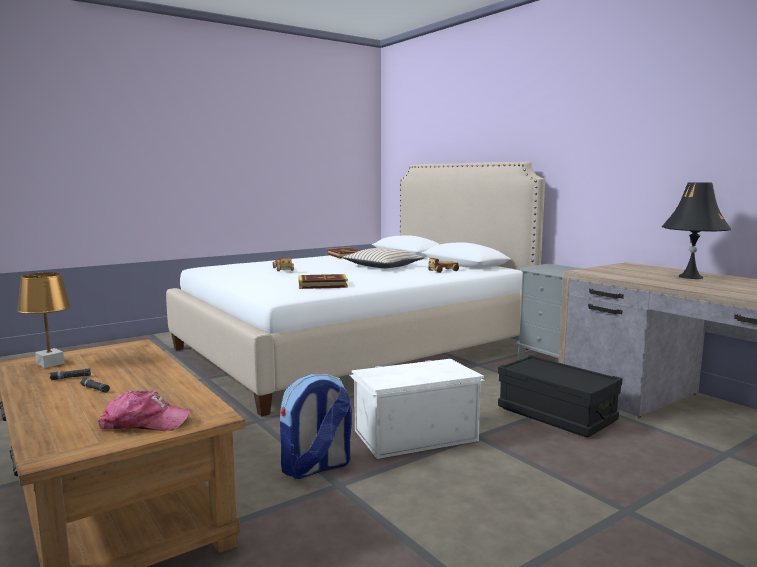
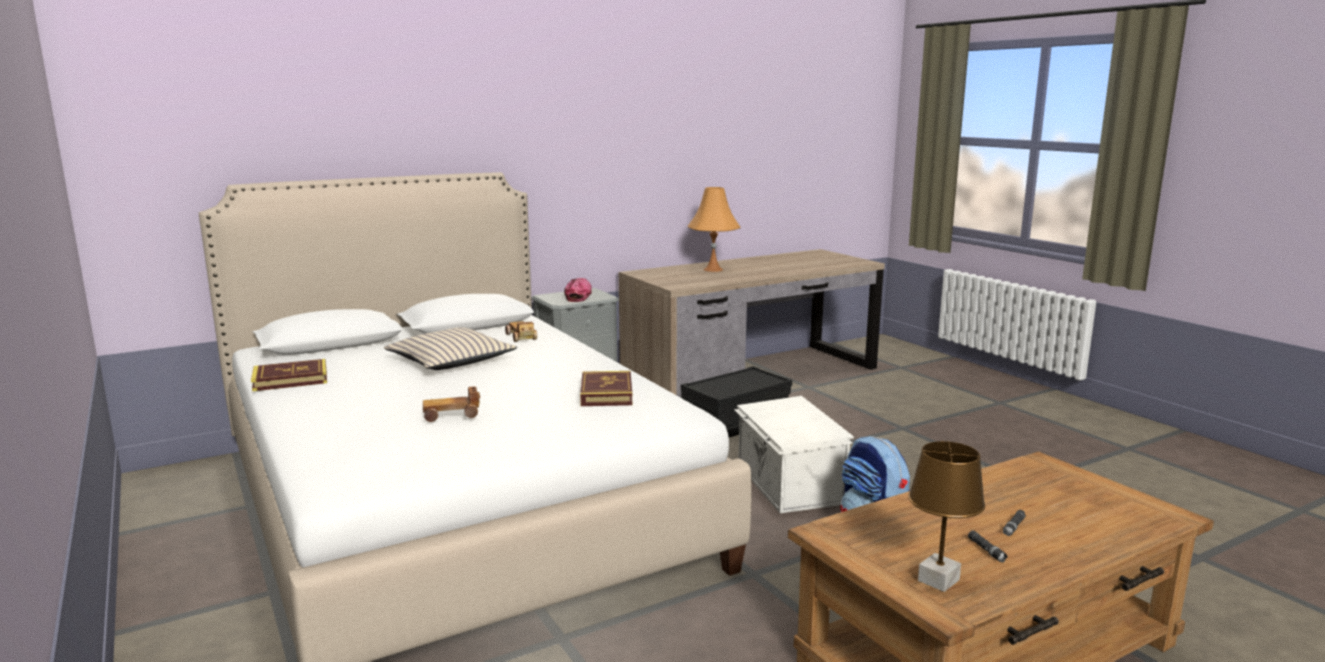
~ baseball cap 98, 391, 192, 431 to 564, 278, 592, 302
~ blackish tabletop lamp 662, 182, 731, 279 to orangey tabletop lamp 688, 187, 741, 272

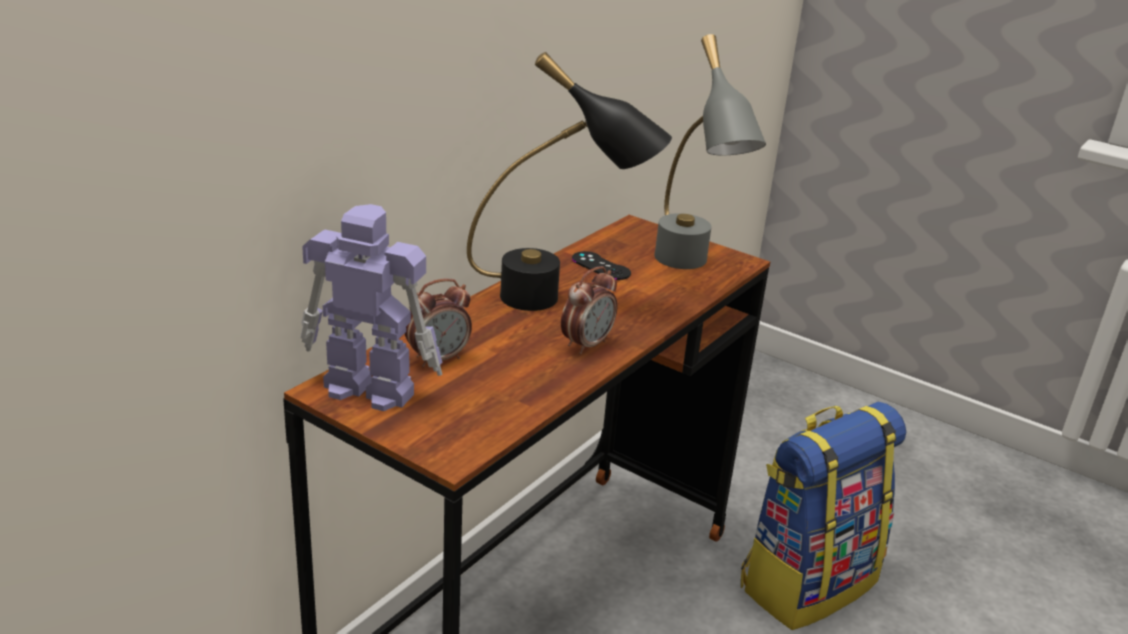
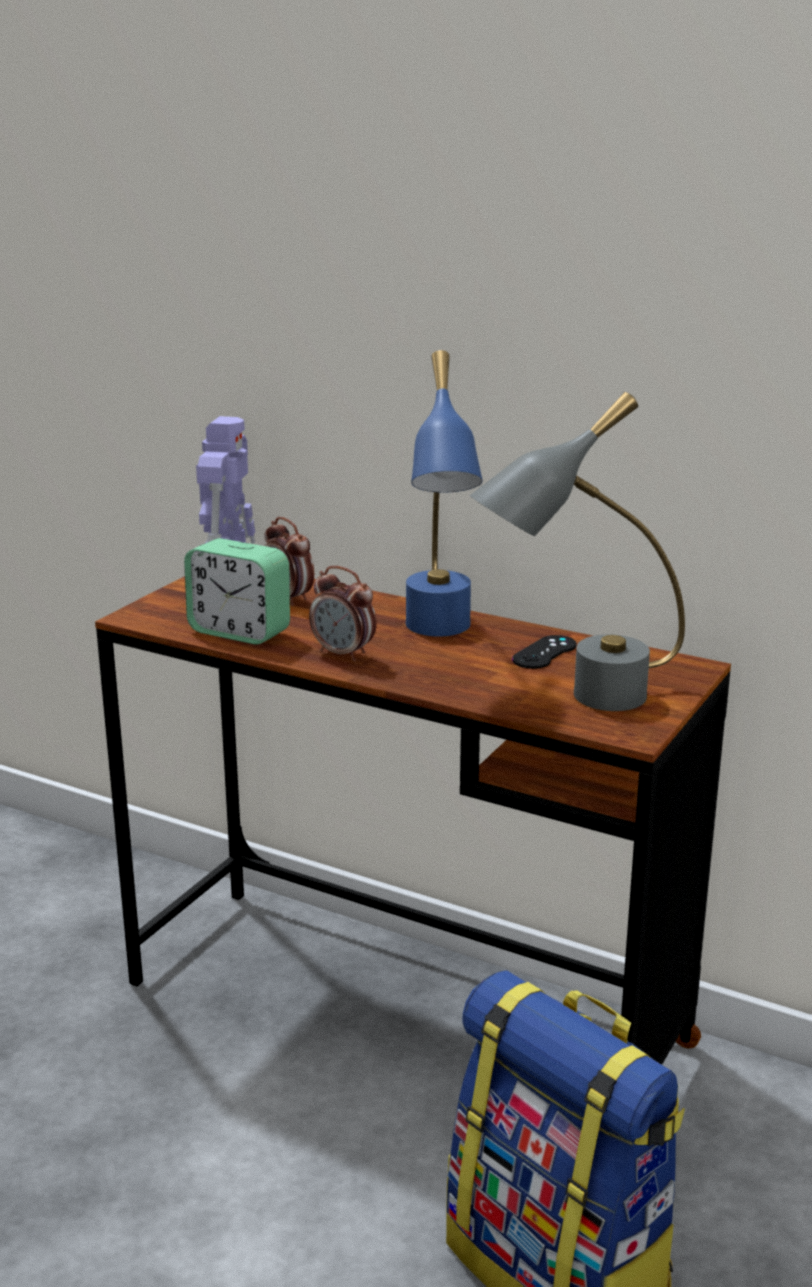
~ blackish tabletop lamp 467, 52, 672, 311 to bluish tabletop lamp 406, 350, 483, 637
+ alarm clock 184, 538, 290, 645

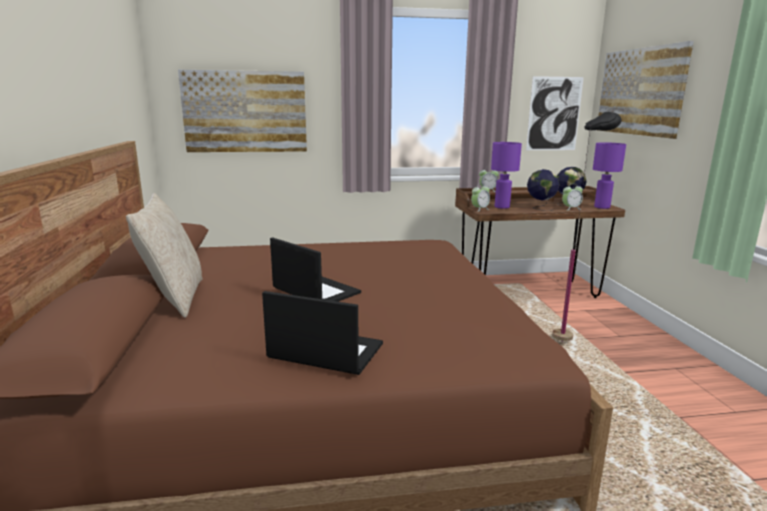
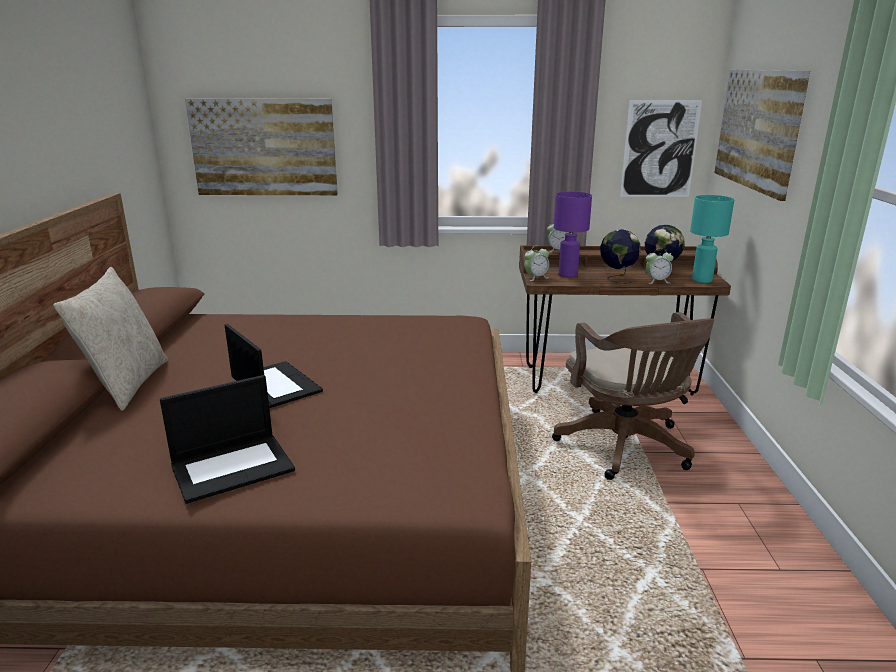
~ laptop 262, 291, 383, 375 = 160, 375, 295, 504 120 degrees clockwise
~ blackish floor lamp 552, 112, 622, 342 to brownish computer chair 552, 312, 714, 480
~ purple-coloured tabletop lamp 593, 142, 626, 209 to turquoise-coloured tabletop lamp 690, 195, 735, 283

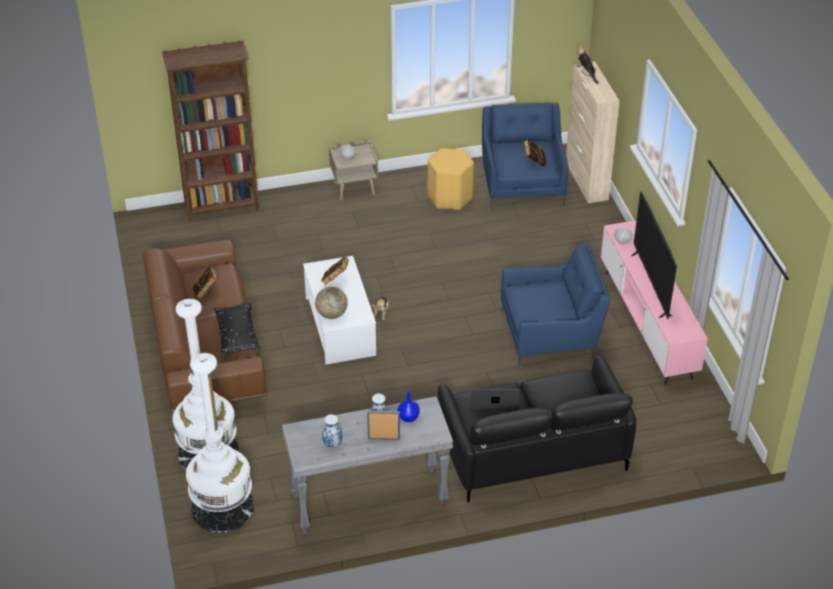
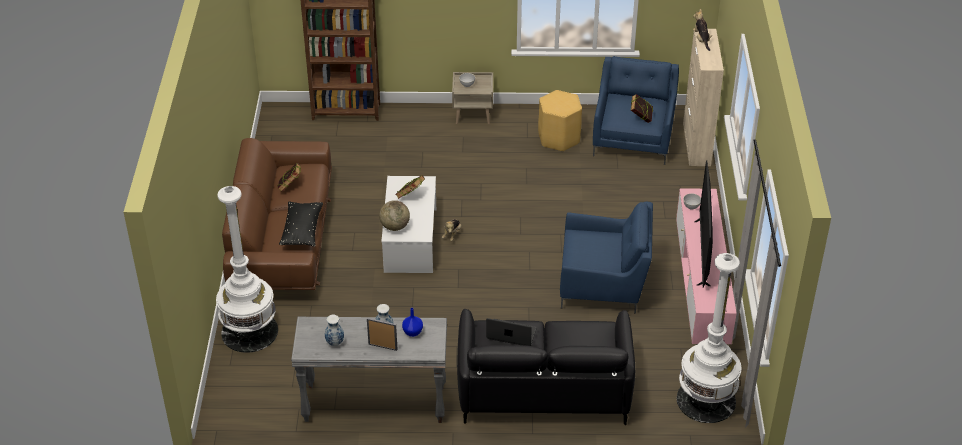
~ white floor lamp 186, 353, 254, 533 to 677, 253, 742, 423

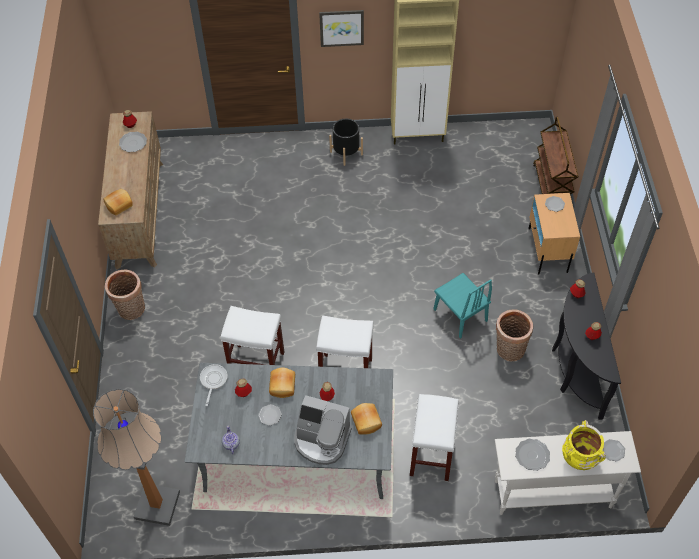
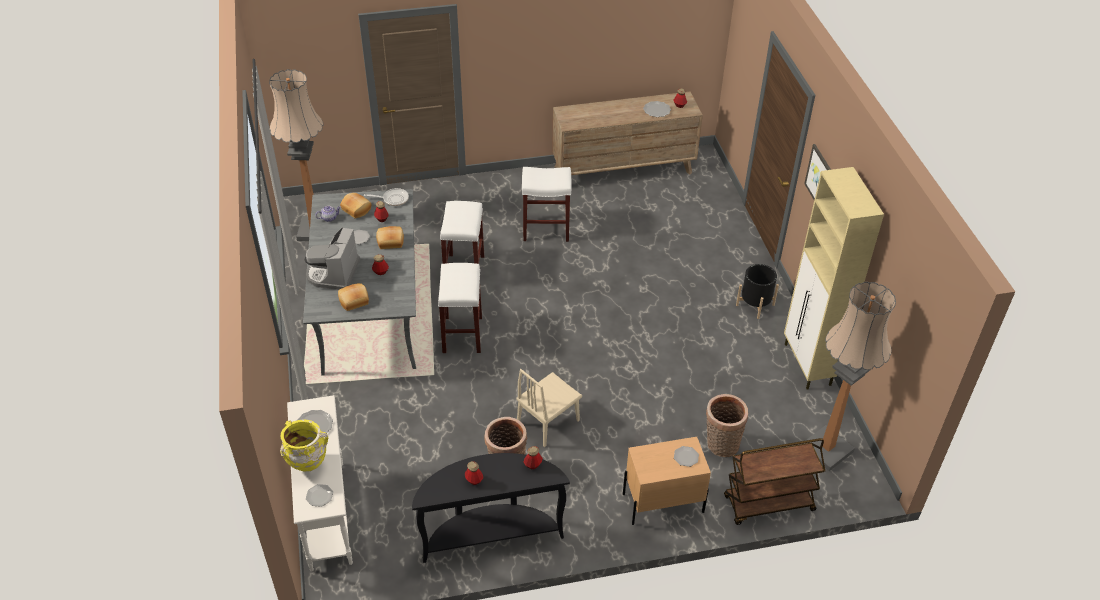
~ bread 103, 189, 133, 215 to 340, 193, 371, 218
~ basket 105, 269, 145, 320 to 706, 394, 748, 457
~ white stool seat 410, 394, 459, 481 to 522, 167, 571, 242
~ turquoise-coloured chair 433, 273, 492, 339 to sand-coloured chair 516, 369, 582, 447
+ floor lamp 804, 282, 896, 471

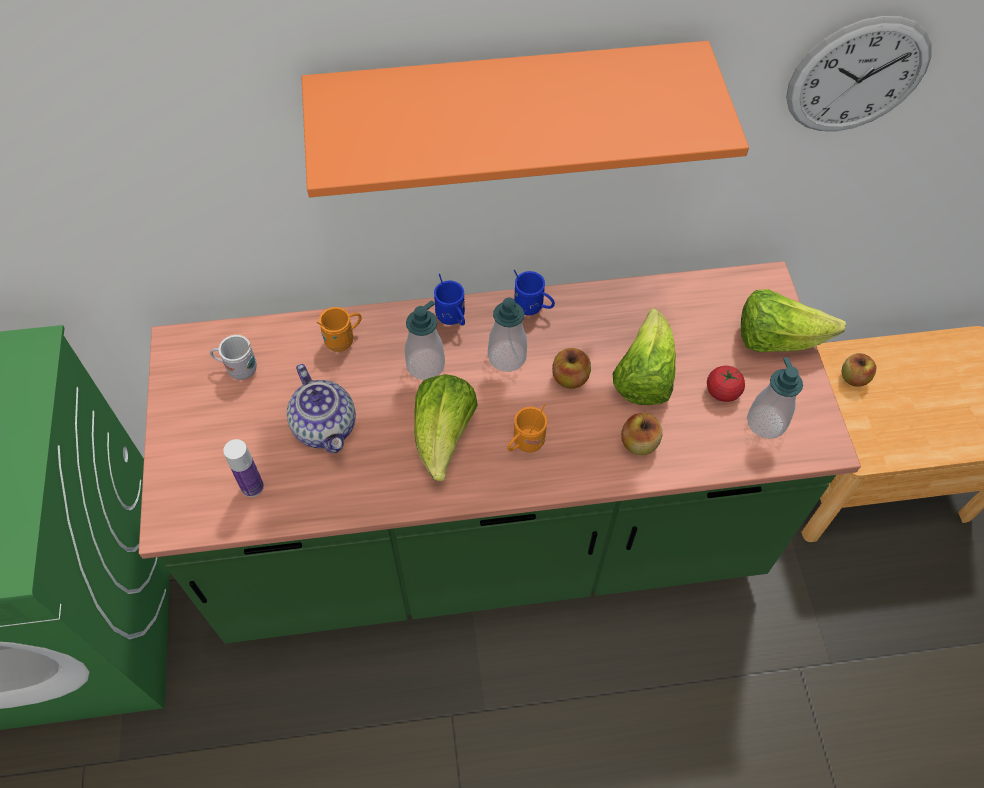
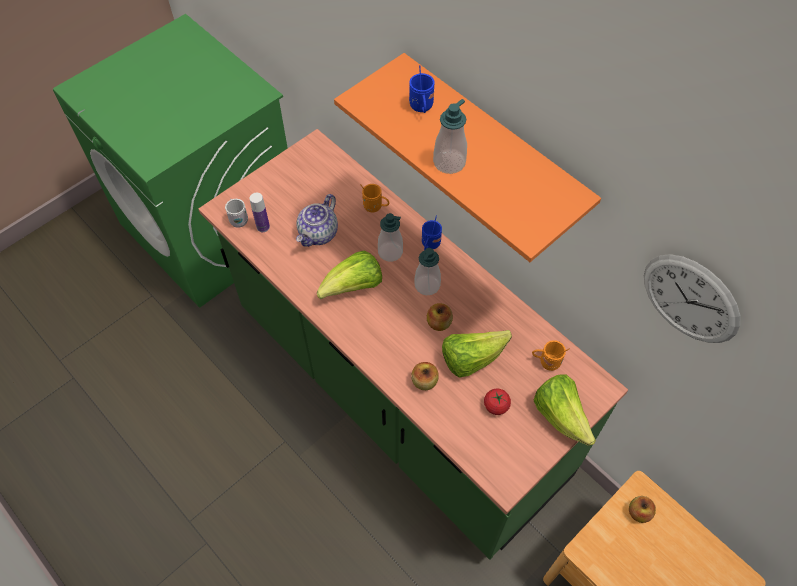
~ white coffee mug 210, 335, 257, 380 to 225, 199, 248, 228
~ orangey coffee mug 507, 403, 547, 453 to 532, 340, 570, 371
~ bluish coffee mug 514, 270, 555, 315 to 409, 65, 435, 113
~ liquid soap bottle 747, 357, 803, 439 to 433, 99, 467, 174

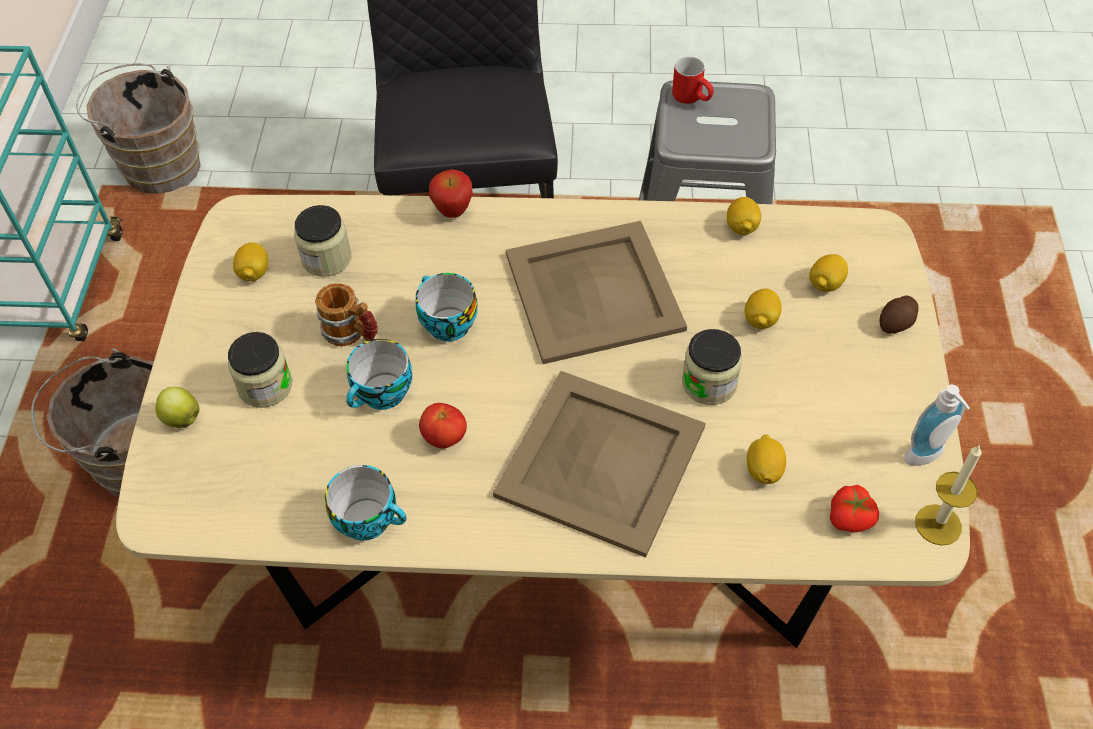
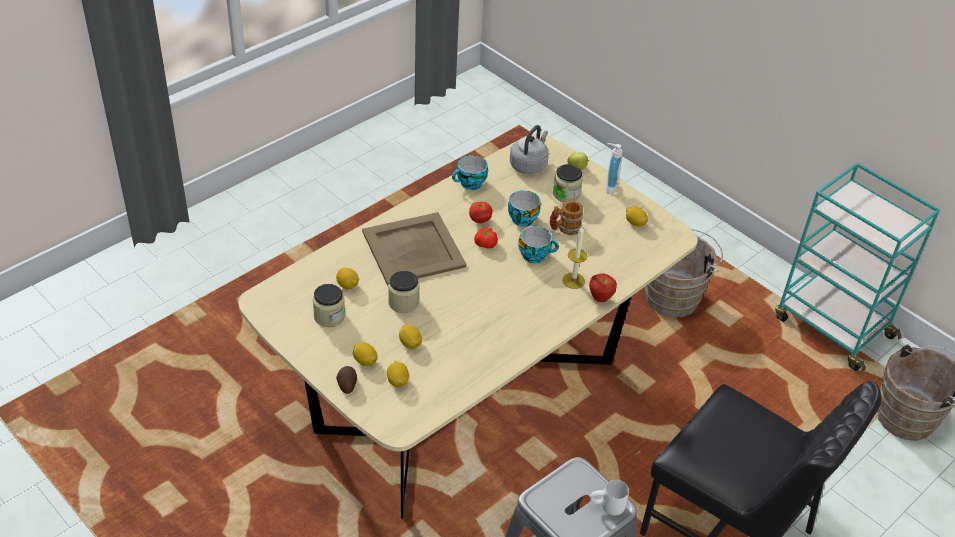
~ storage jar 294, 205, 352, 277 to 313, 284, 345, 327
- sand-coloured tray 506, 221, 687, 364
~ red coffee mug 672, 57, 713, 104 to white coffee mug 590, 480, 629, 515
~ citrus fruit 727, 197, 761, 235 to 353, 342, 377, 366
~ whole tomato 830, 485, 879, 533 to 474, 227, 498, 249
~ liquid soap bottle 904, 385, 970, 466 to 606, 143, 622, 194
~ wax candle 915, 445, 982, 546 to 562, 226, 587, 289
+ greyish tea kettle 510, 125, 549, 174

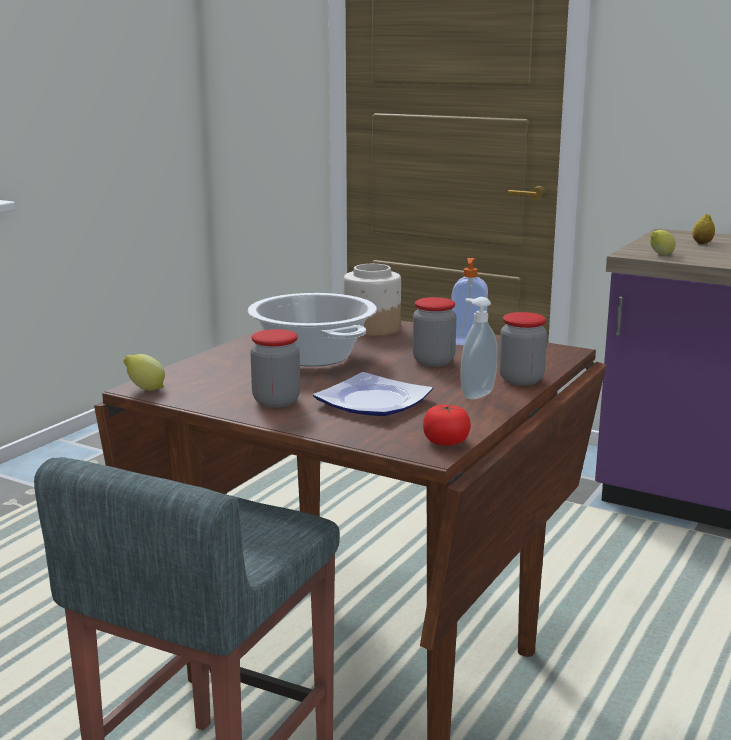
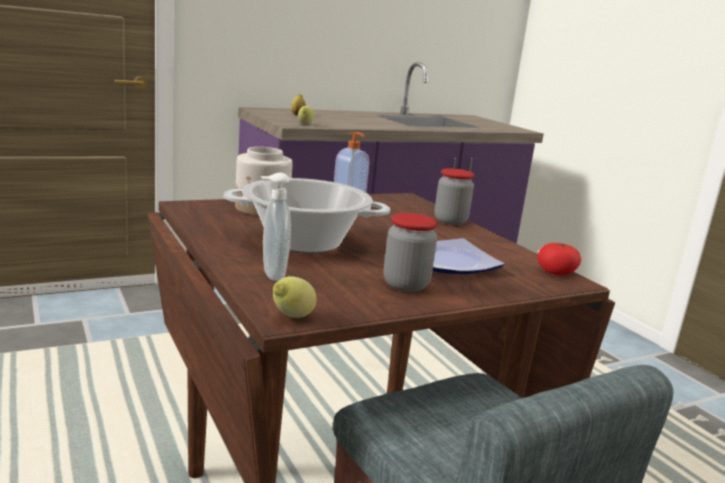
- storage jar 413, 297, 457, 366
~ liquid soap bottle 460, 297, 498, 400 to 261, 173, 291, 281

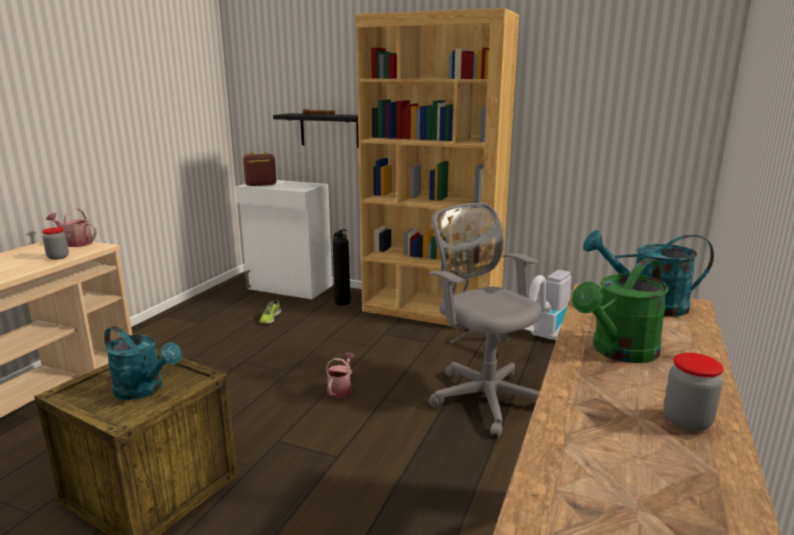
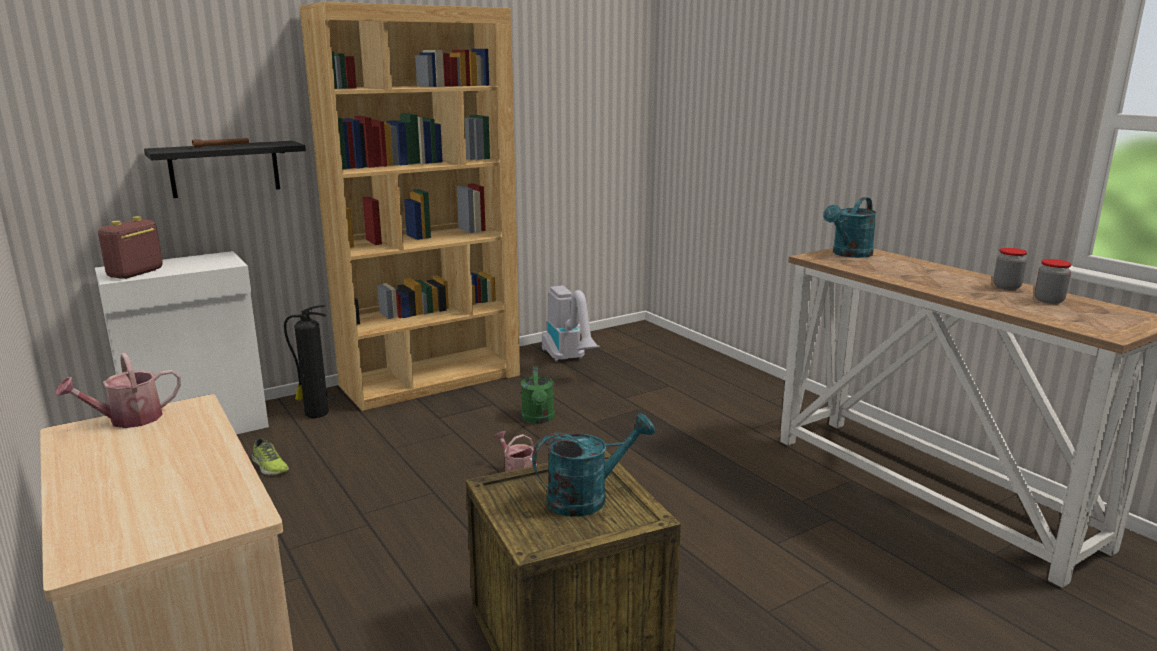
~ storage jar 42, 227, 69, 260 to 1034, 259, 1072, 304
- greyish computer chair 428, 203, 541, 437
~ green-coloured watering pot 572, 258, 669, 363 to 521, 367, 555, 424

